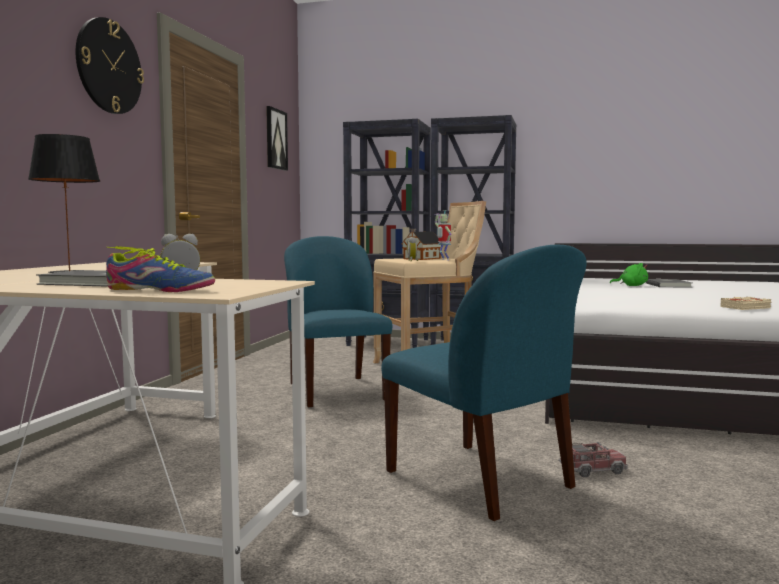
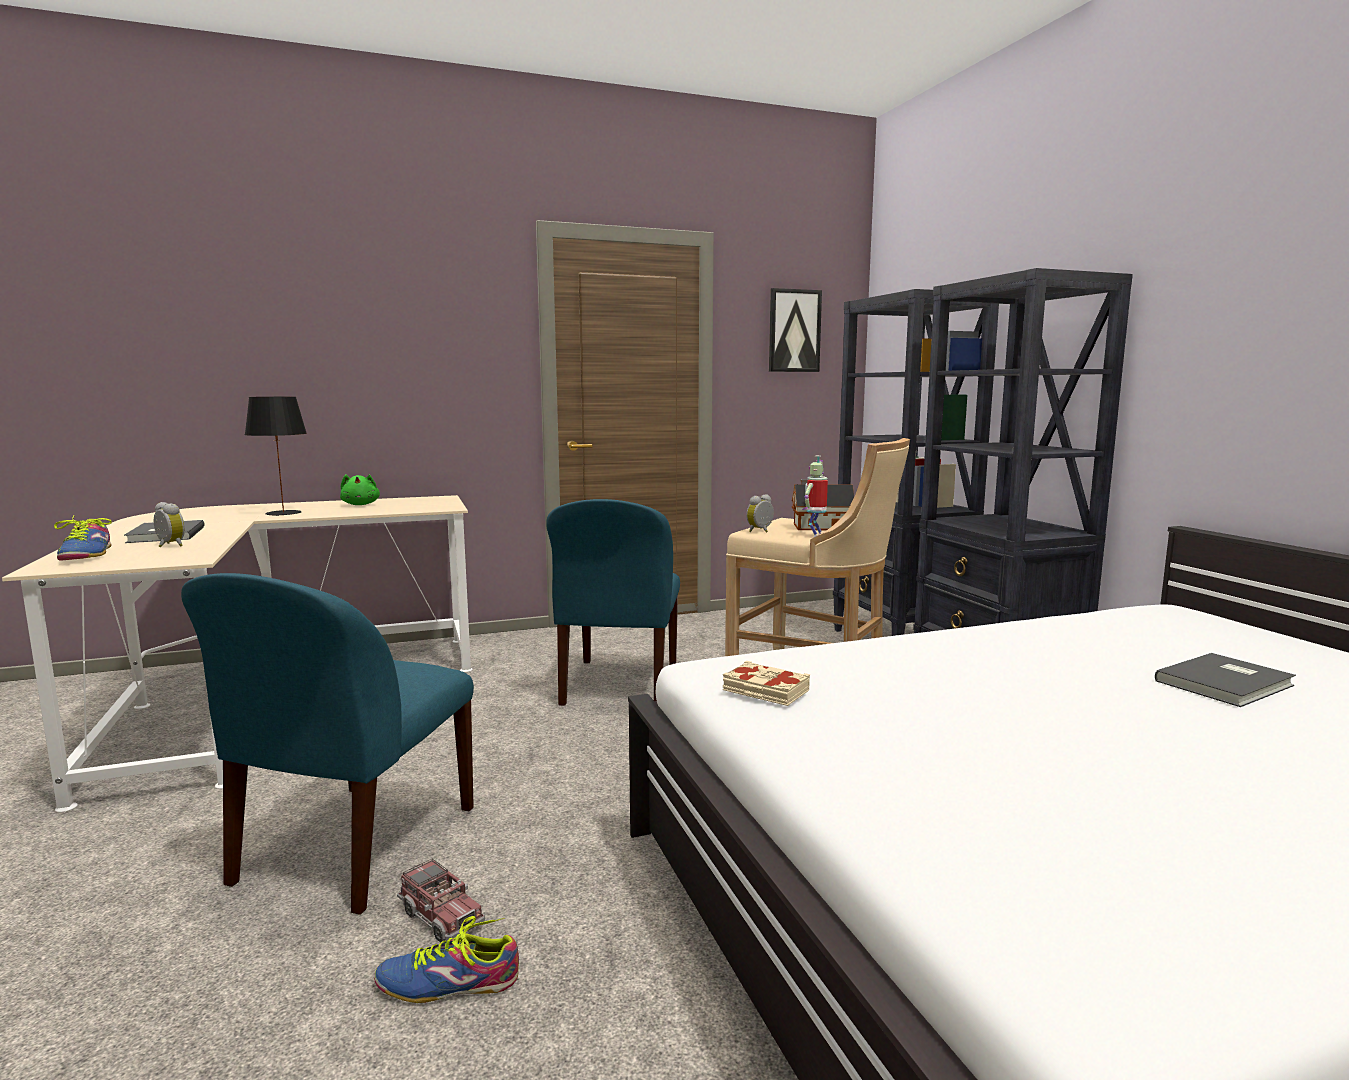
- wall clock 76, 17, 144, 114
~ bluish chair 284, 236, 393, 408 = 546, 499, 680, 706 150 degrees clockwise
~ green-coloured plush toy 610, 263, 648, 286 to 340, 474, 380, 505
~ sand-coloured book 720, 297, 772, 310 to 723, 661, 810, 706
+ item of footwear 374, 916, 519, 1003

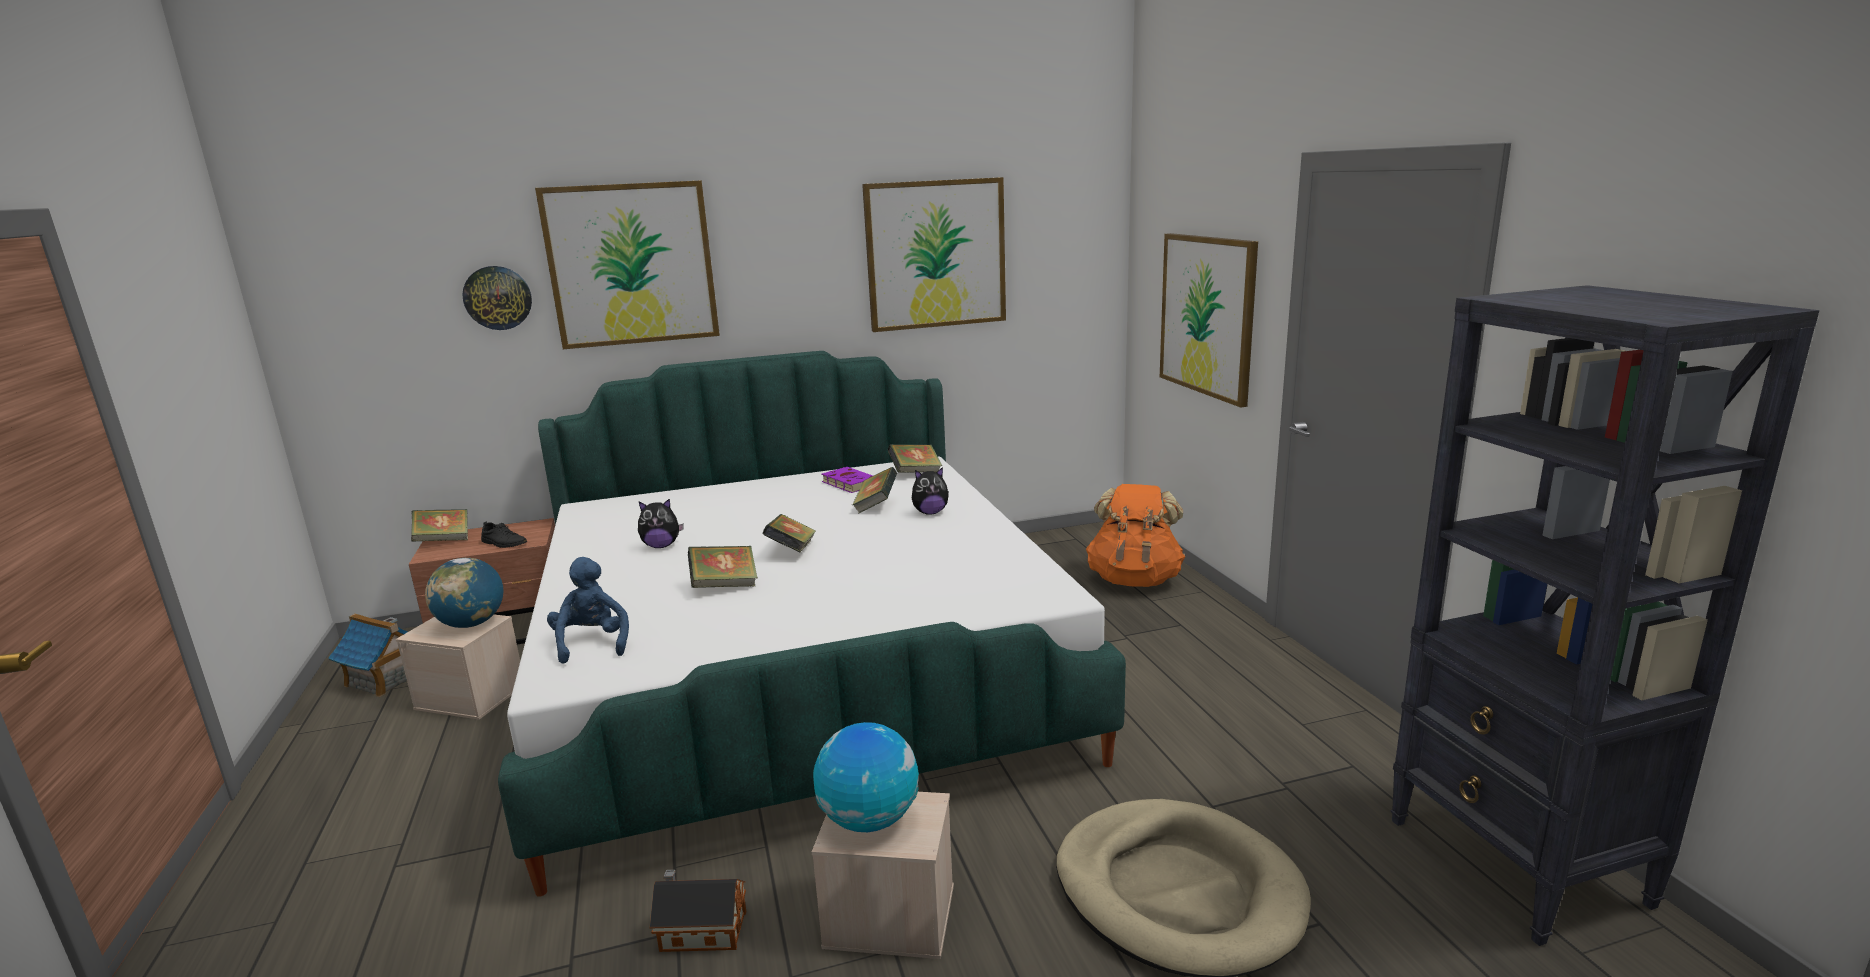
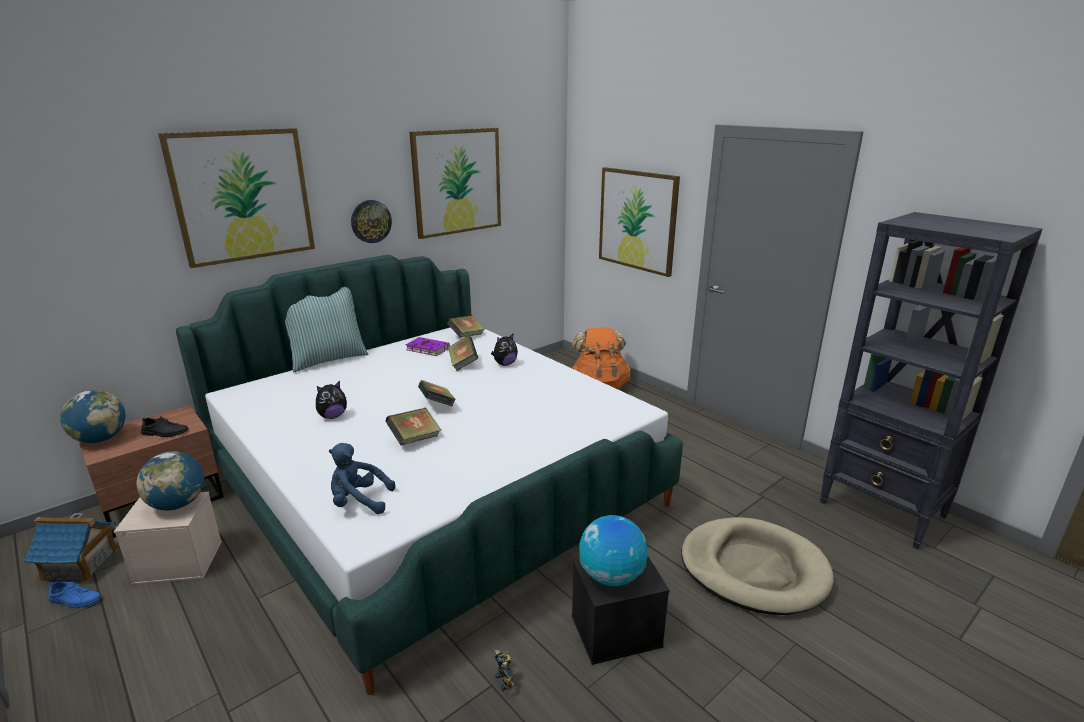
~ book 411, 509, 468, 541 to world globe 60, 390, 126, 443
~ wall clock 462, 266, 532, 330 to 351, 200, 392, 243
~ bluish plush toy 547, 557, 629, 664 = 329, 443, 395, 514 45 degrees counterclockwise
~ miniature house 650, 870, 746, 952 to toy robot 494, 650, 515, 691
~ sand-coloured storage bin 812, 792, 954, 959 to blackish storage bin 572, 556, 670, 665
+ bluish item of footwear 48, 581, 102, 608
+ throw pillow 285, 287, 369, 372

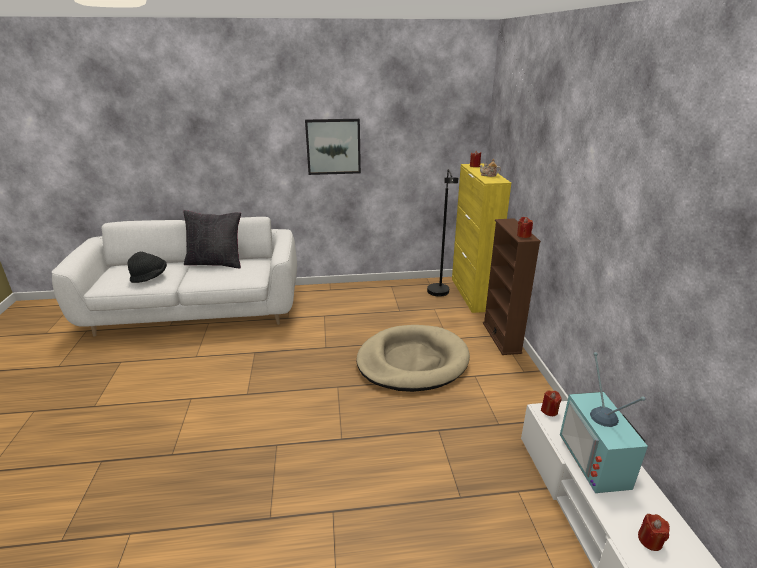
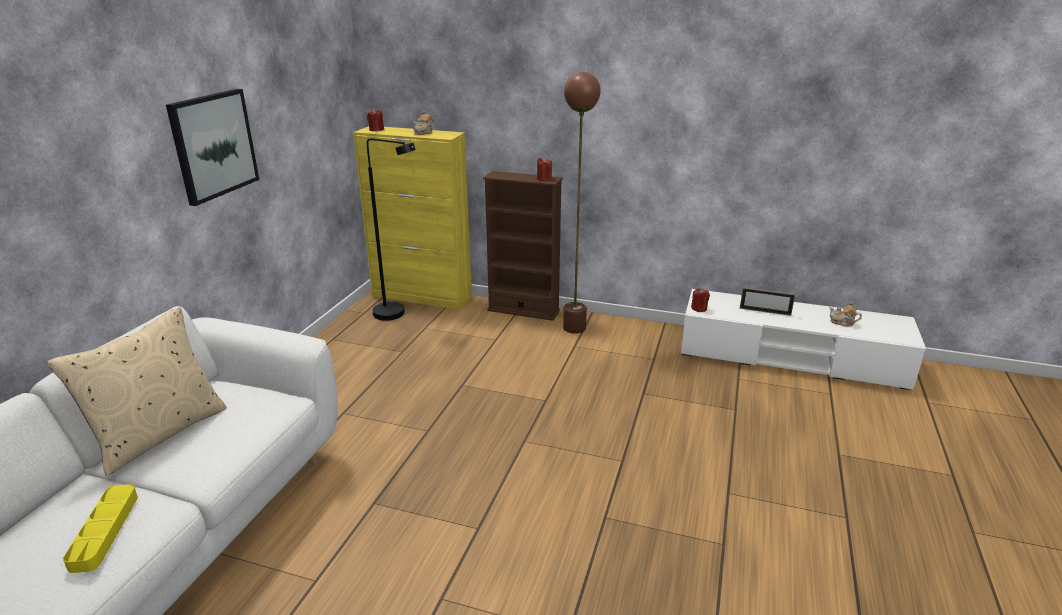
~ blackish clothing hat 128, 252, 167, 283 to yellowish tray 63, 484, 138, 573
~ blackish throw pillow 184, 210, 241, 268 to sand-coloured throw pillow 47, 307, 227, 476
- sand-coloured dog bed 356, 325, 470, 392
~ television 560, 352, 648, 493 to photo frame 740, 287, 795, 316
~ red wax candle 638, 514, 670, 551 to teapot 829, 301, 862, 327
+ brownish floor lamp 563, 72, 601, 334

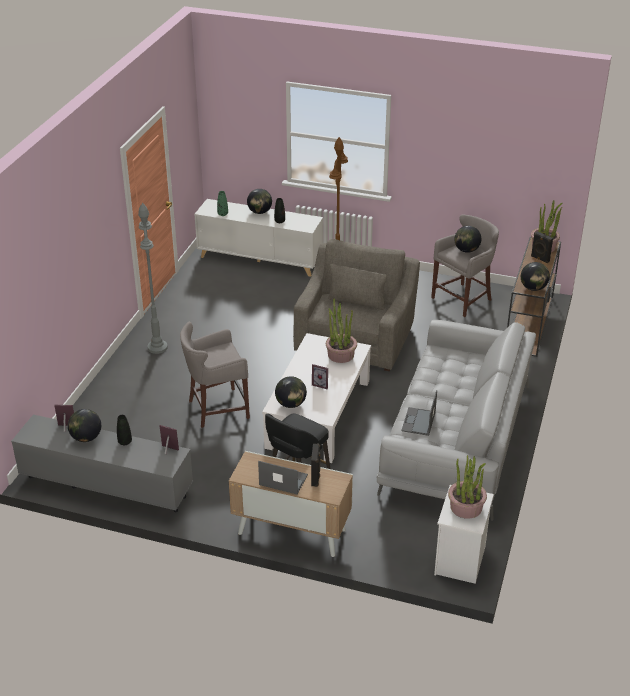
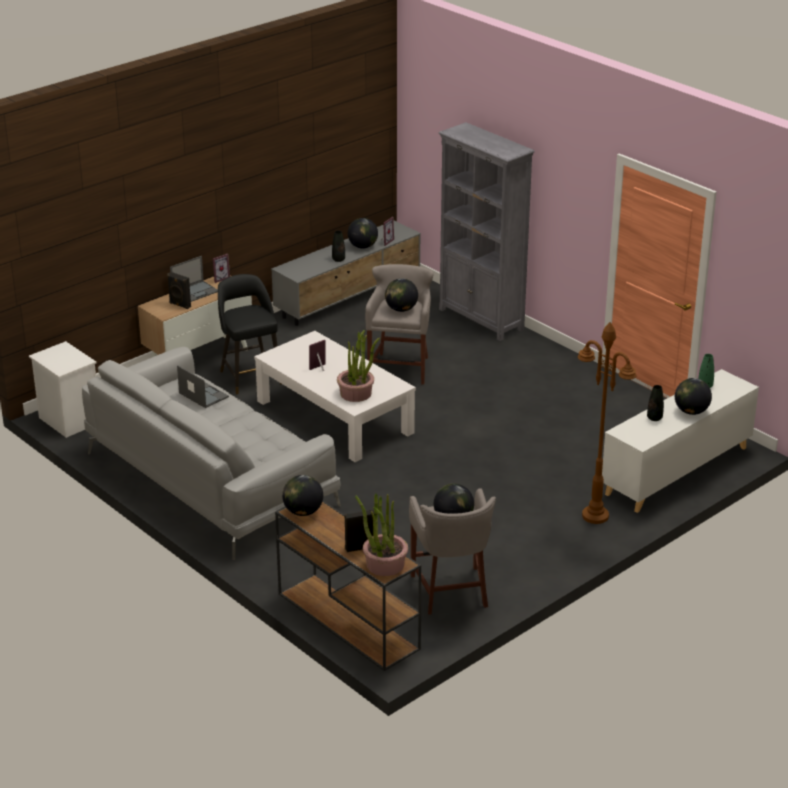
- greyish floor lamp 138, 203, 168, 354
~ photo frame 159, 425, 179, 454 to 213, 254, 230, 283
~ world globe 275, 376, 307, 408 to 385, 278, 418, 312
- greyish easy chair 293, 239, 420, 371
- potted plant 448, 455, 487, 519
+ greyish bookcase 439, 122, 535, 341

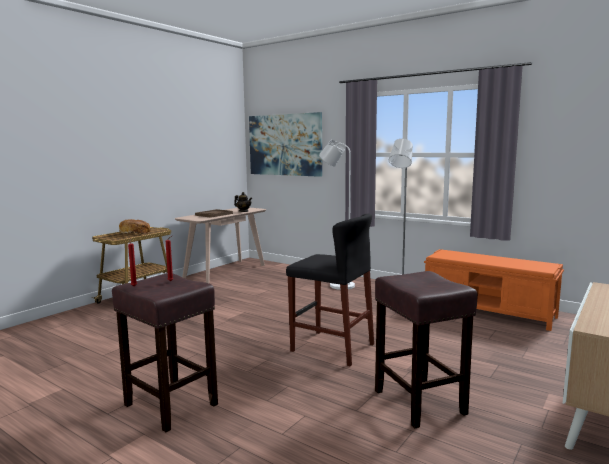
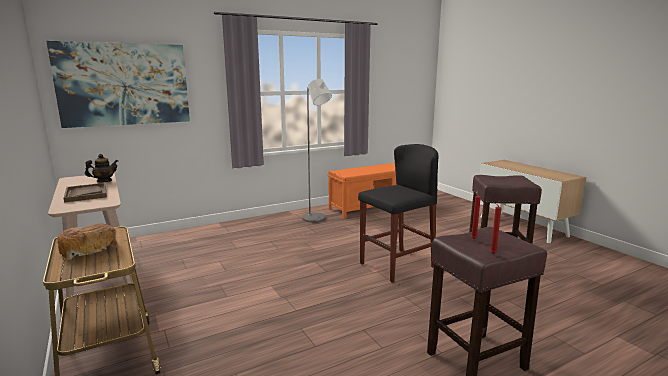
- white floor lamp 319, 140, 355, 290

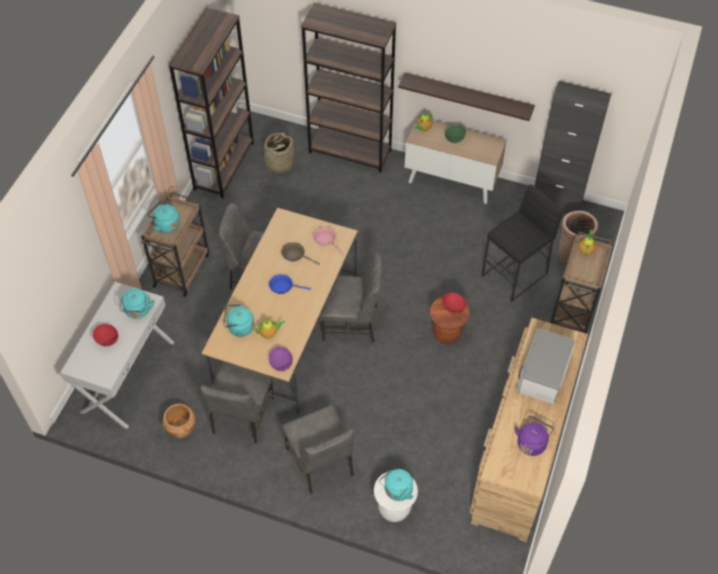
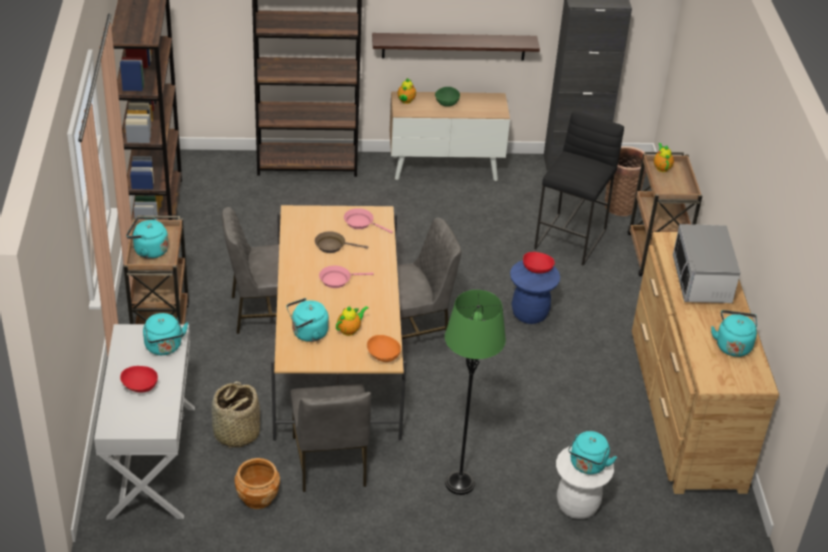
~ basket 264, 133, 294, 173 to 211, 381, 260, 448
~ bluish frying pan 269, 274, 311, 294 to pink-coloured frying pan 319, 265, 374, 288
~ purple-coloured bowl 269, 347, 293, 371 to orangey bowl 367, 335, 401, 362
~ greyish chair 282, 405, 354, 494 to green-coloured floor lamp 445, 290, 506, 495
~ brownish stool seat 430, 297, 469, 344 to bluish stool seat 510, 260, 560, 324
~ purple-coloured tea kettle 514, 416, 554, 456 to turquoise-coloured tea kettle 711, 310, 757, 357

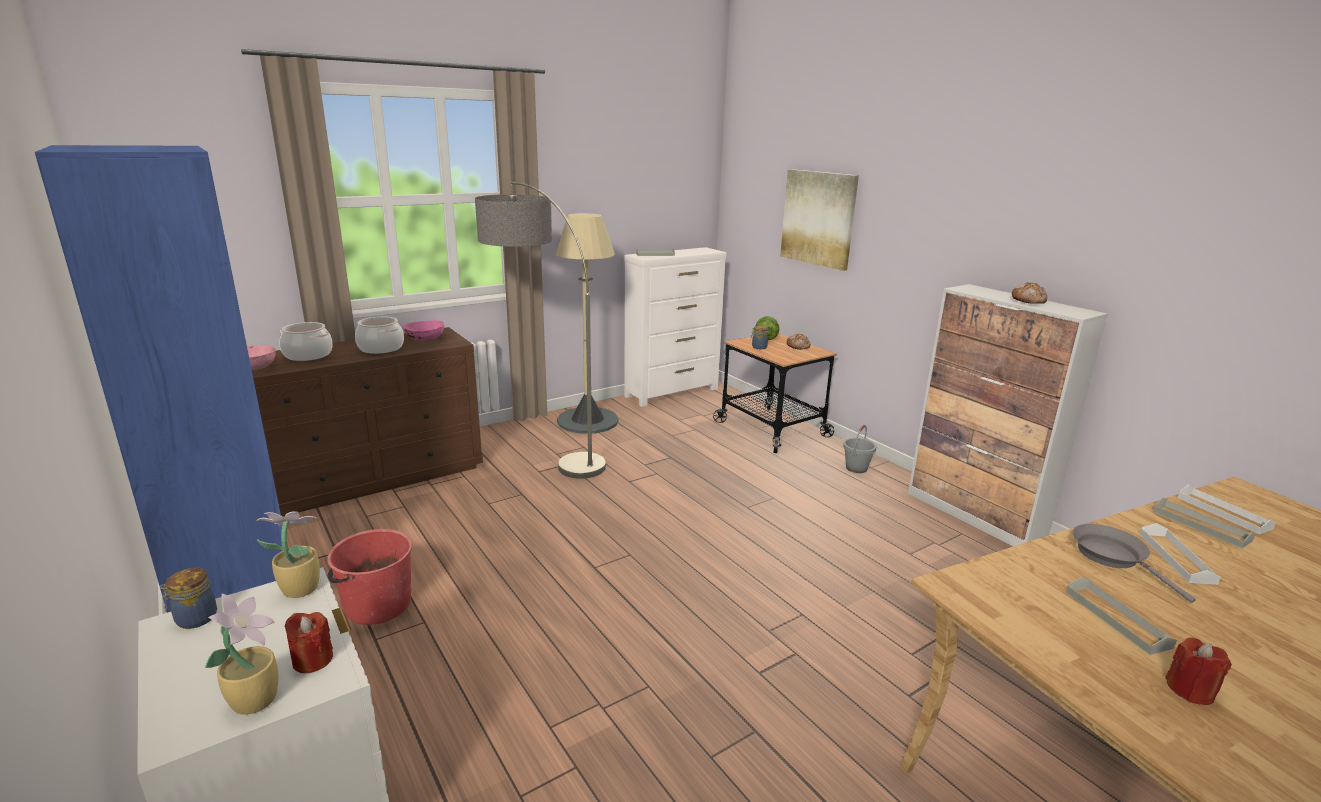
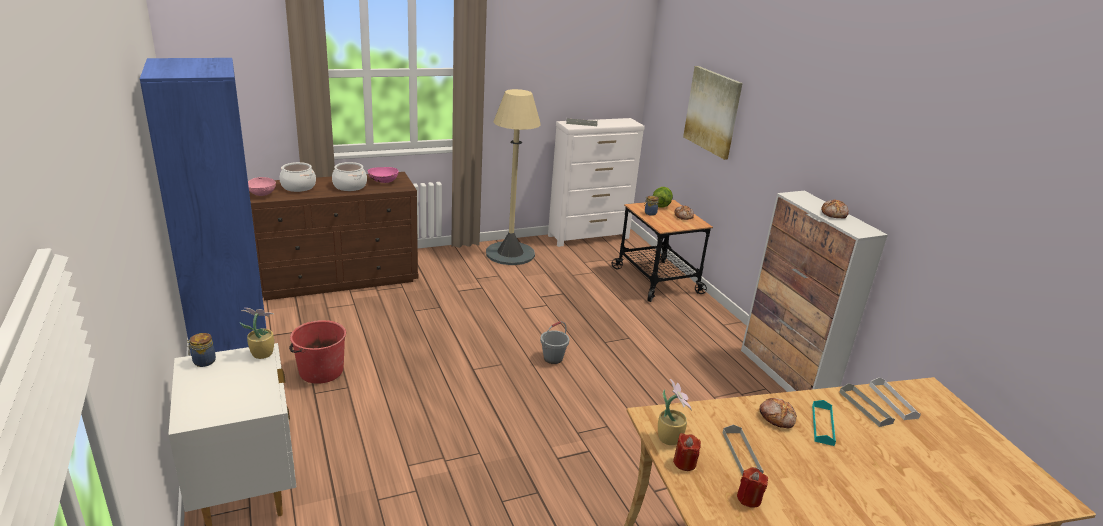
~ potted plant 205, 594, 278, 715 to 658, 379, 692, 445
~ red wax candle 284, 612, 333, 673 to 673, 433, 701, 471
- floor lamp 475, 182, 606, 479
~ greyish pail 843, 425, 876, 473 to 540, 321, 569, 364
~ greyish frying pan 1072, 524, 1196, 603 to bread 760, 398, 797, 428
~ white tray 1139, 523, 1221, 585 to turquoise-coloured tray 812, 400, 836, 446

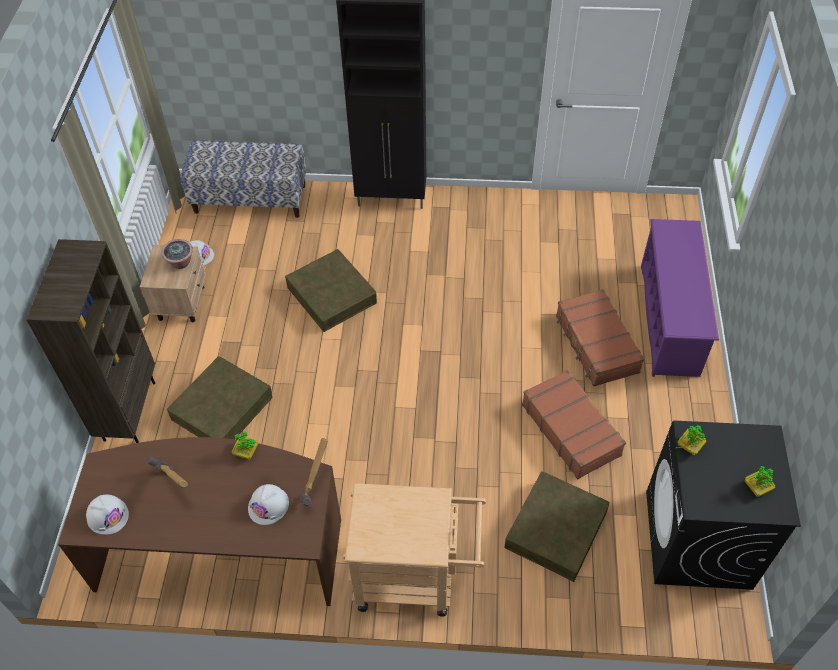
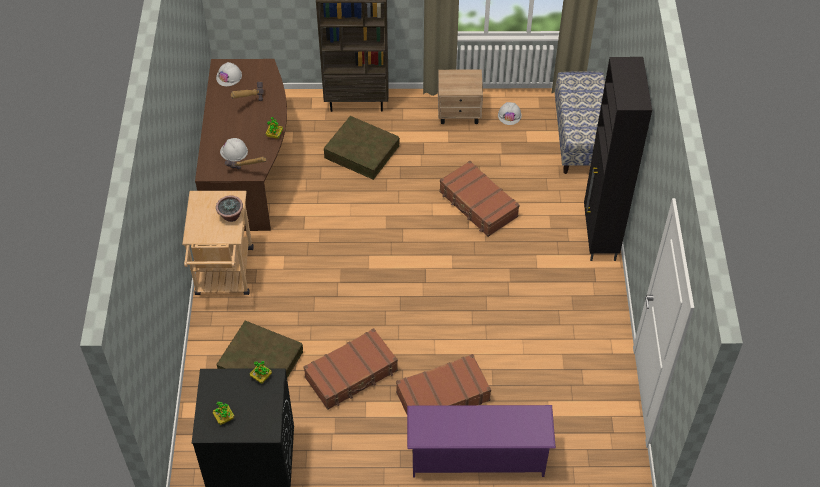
~ potted plant 161, 239, 193, 269 to 216, 196, 243, 222
~ brownish storage bin 285, 249, 377, 332 to brownish suitcase 439, 161, 520, 237

